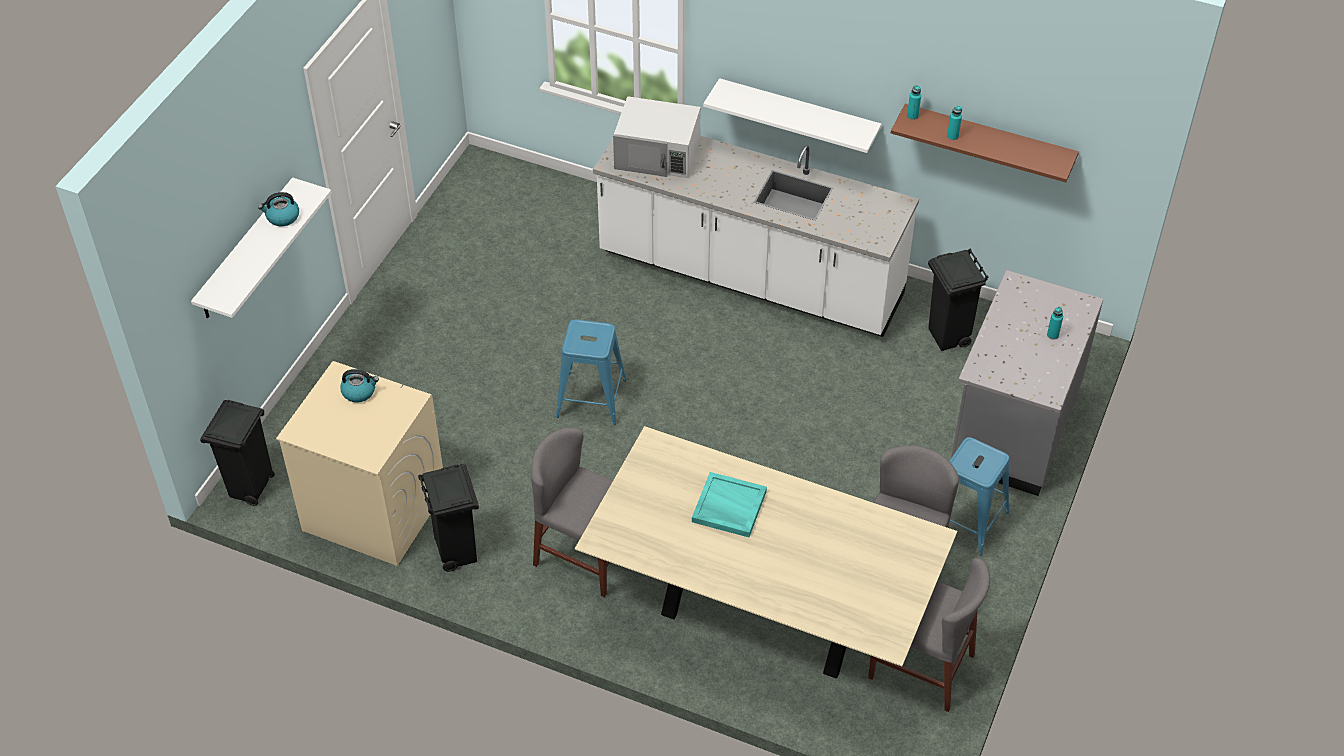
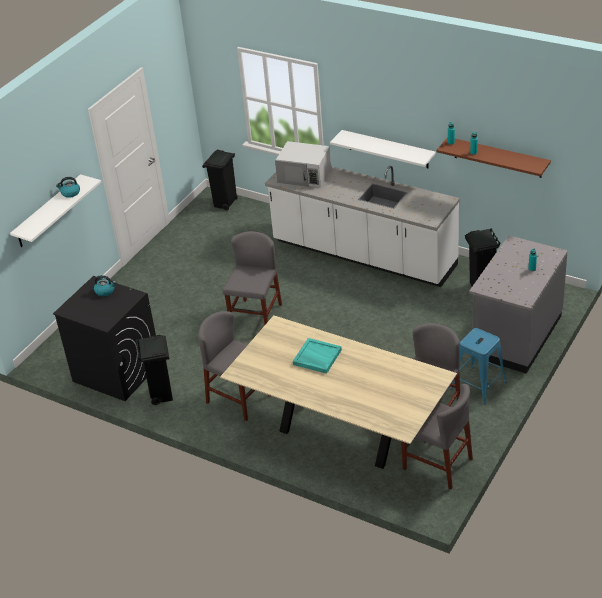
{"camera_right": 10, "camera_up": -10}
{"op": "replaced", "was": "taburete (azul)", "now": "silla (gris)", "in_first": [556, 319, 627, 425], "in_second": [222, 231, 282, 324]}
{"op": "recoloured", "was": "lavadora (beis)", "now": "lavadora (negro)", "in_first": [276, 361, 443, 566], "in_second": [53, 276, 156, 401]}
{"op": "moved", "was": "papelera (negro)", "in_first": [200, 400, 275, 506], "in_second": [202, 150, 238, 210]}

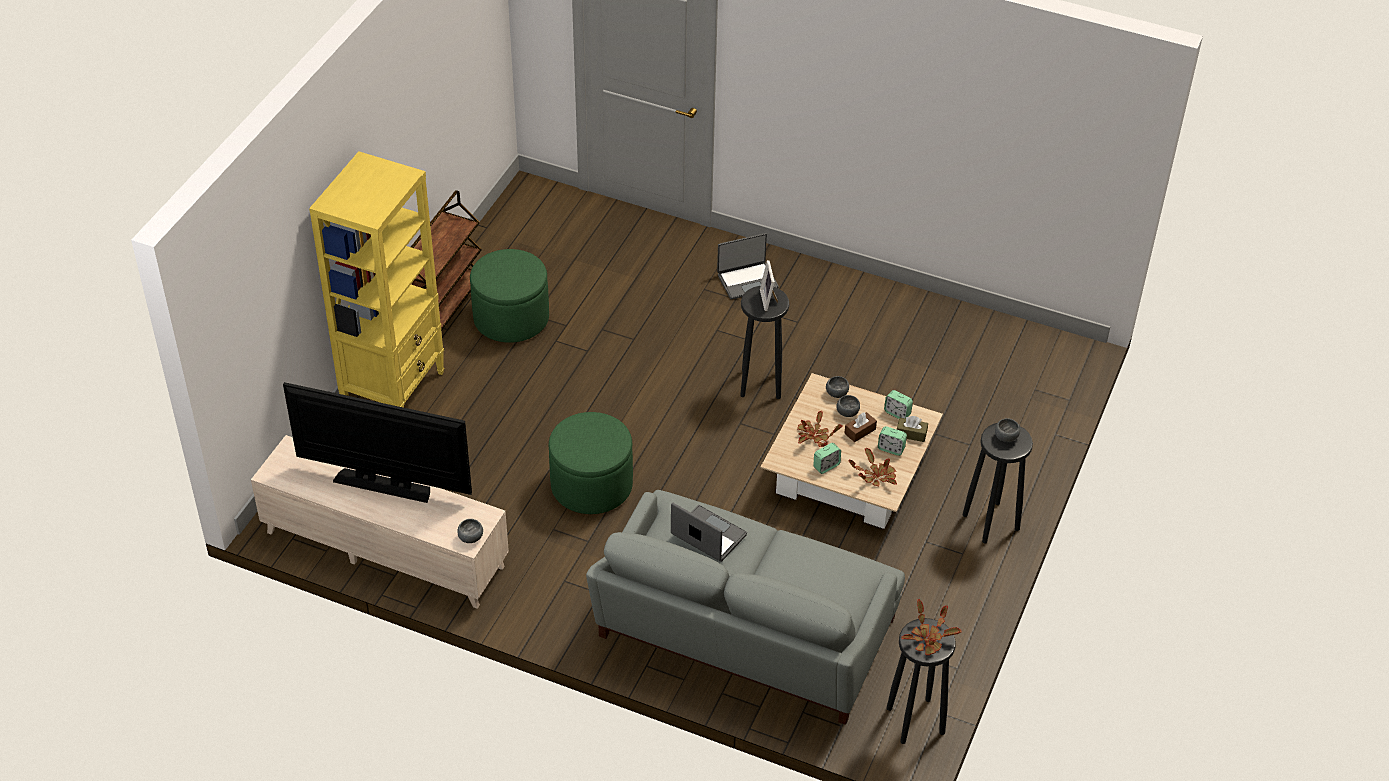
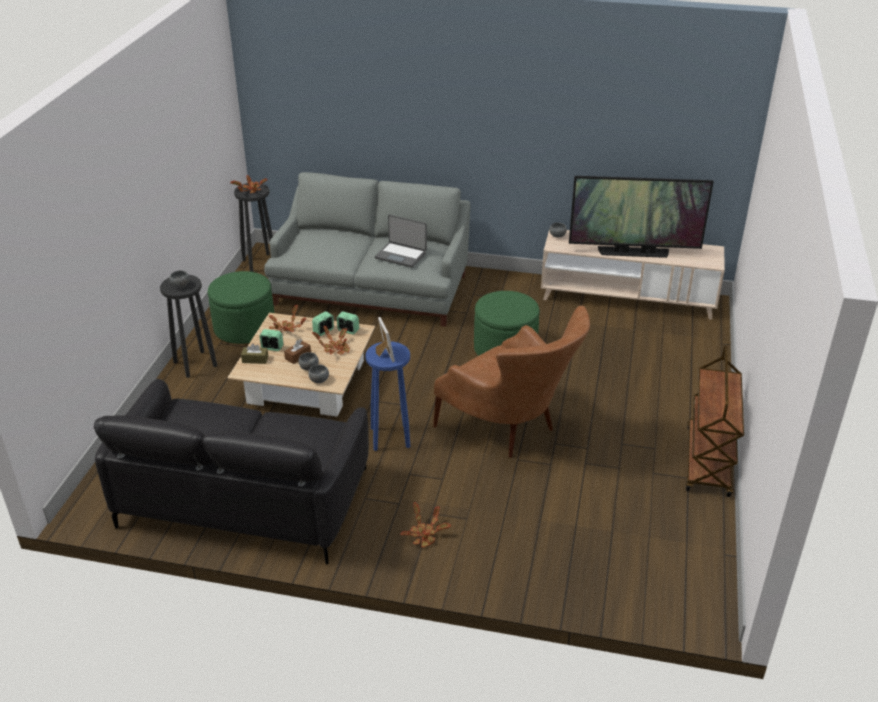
{"camera_right": 170, "camera_up": -10}
{"op": "removed", "was": "estantería (amarillo)", "in_first": [309, 151, 444, 408]}
{"op": "replaced", "was": "portátil", "now": "planta en maceta", "in_first": [717, 233, 779, 299], "in_second": [401, 502, 451, 548]}
{"op": "moved", "was": "puf (verde)", "in_first": [470, 249, 549, 343], "in_second": [208, 271, 274, 344]}
{"op": "recoloured", "was": "taburete (negro)", "now": "taburete (azul)", "in_first": [740, 286, 789, 399], "in_second": [365, 341, 410, 451]}
{"op": "moved", "was": "despertador", "in_first": [884, 390, 913, 419], "in_second": [337, 312, 359, 335]}
{"op": "added", "now": "sillón (marrón)", "in_second": [433, 306, 590, 457]}
{"op": "added", "now": "sofá (negro)", "in_second": [94, 379, 369, 565]}

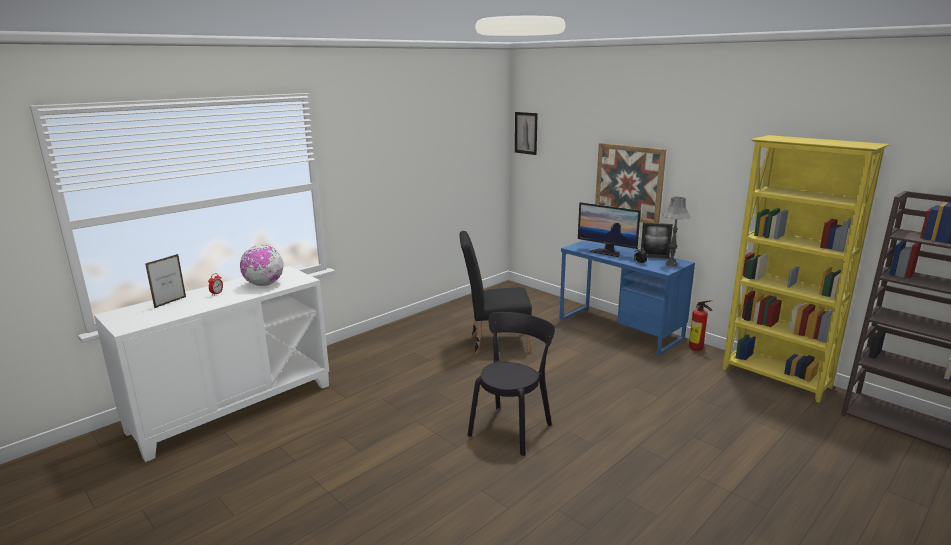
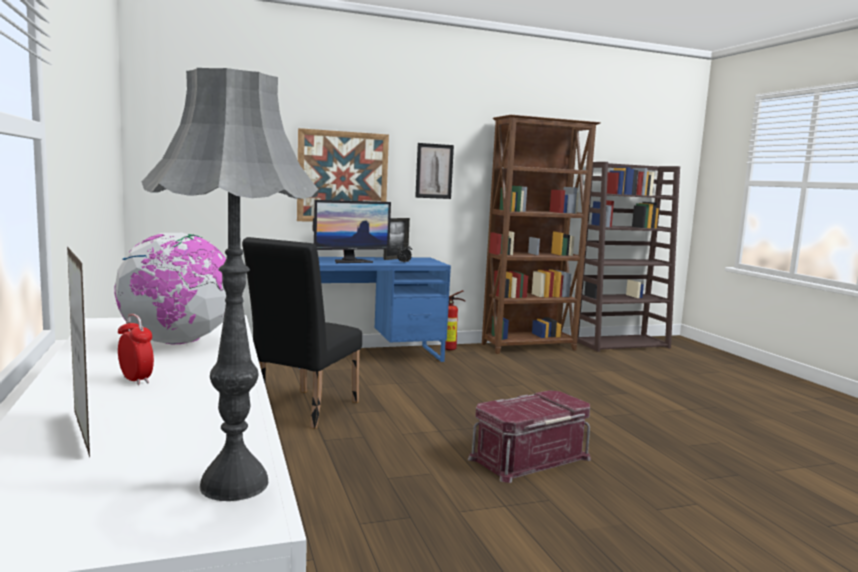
{"camera_right": -65, "camera_up": -10}
{"op": "moved", "was": "cuadro", "in_first": [515, 112, 538, 155], "in_second": [415, 143, 454, 199]}
{"op": "recoloured", "was": "estantería (amarillo)", "now": "estantería (marrón)", "in_first": [722, 135, 890, 403], "in_second": [482, 115, 601, 354]}
{"op": "moved", "was": "lámpara de mesa (gris)", "in_first": [662, 197, 691, 267], "in_second": [141, 68, 319, 501]}
{"op": "replaced", "was": "silla (negro)", "now": "caja de almacenaje (rojo)", "in_first": [467, 312, 555, 456], "in_second": [468, 390, 591, 483]}

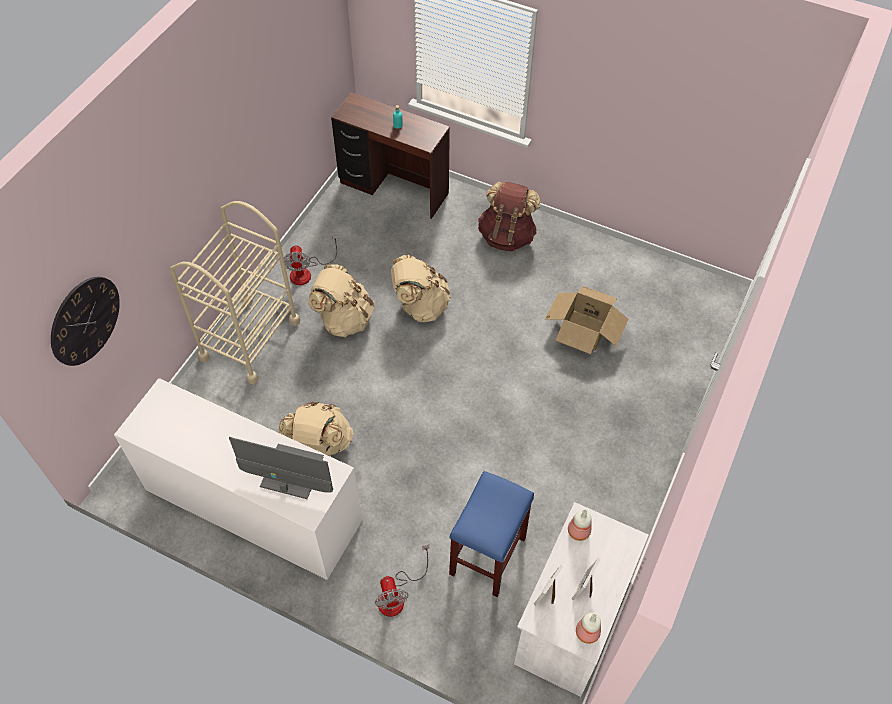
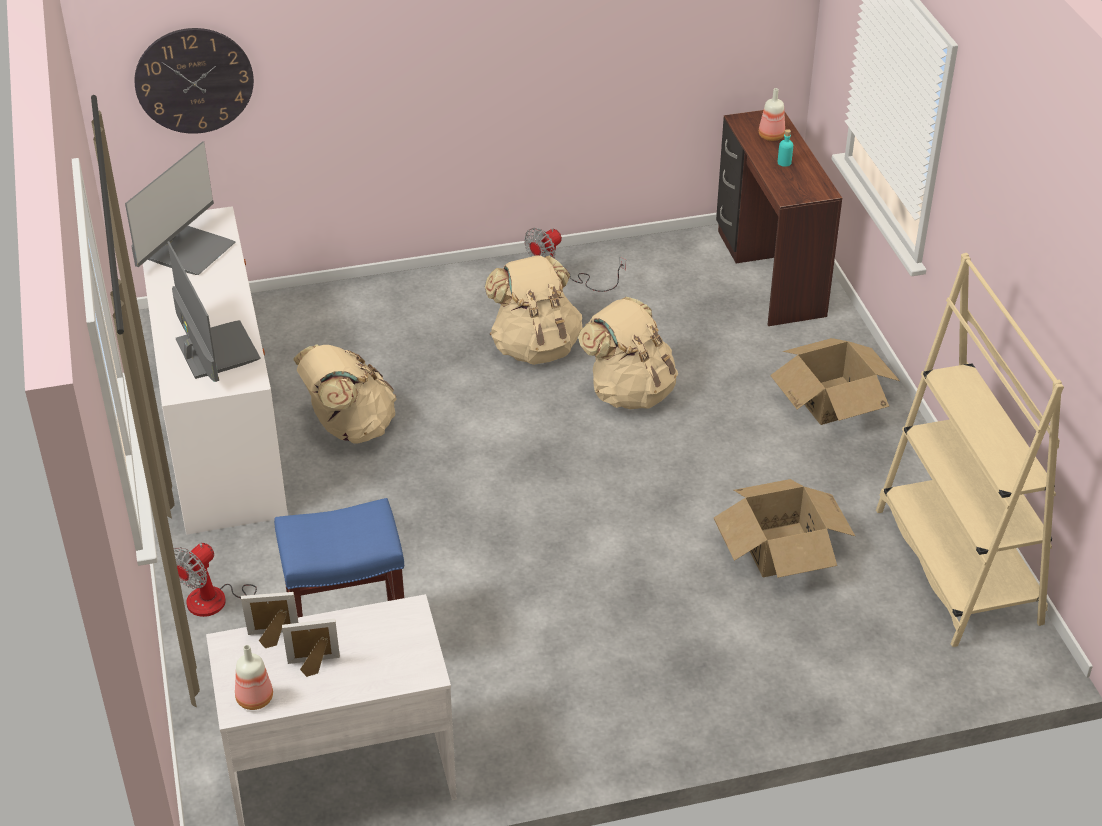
{"camera_right": 50, "camera_up": -15}
{"op": "replaced", "was": "mochila (marrón)", "now": "caja de cartón", "in_first": [478, 182, 540, 252], "in_second": [770, 338, 900, 425]}
{"op": "removed", "was": "carrito (beis)", "in_first": [170, 201, 300, 384]}
{"op": "moved", "was": "botella", "in_first": [568, 509, 592, 541], "in_second": [759, 88, 785, 141]}
{"op": "added", "now": "monitor", "in_second": [125, 141, 236, 275]}
{"op": "added", "now": "estantería (beis)", "in_second": [876, 253, 1064, 647]}

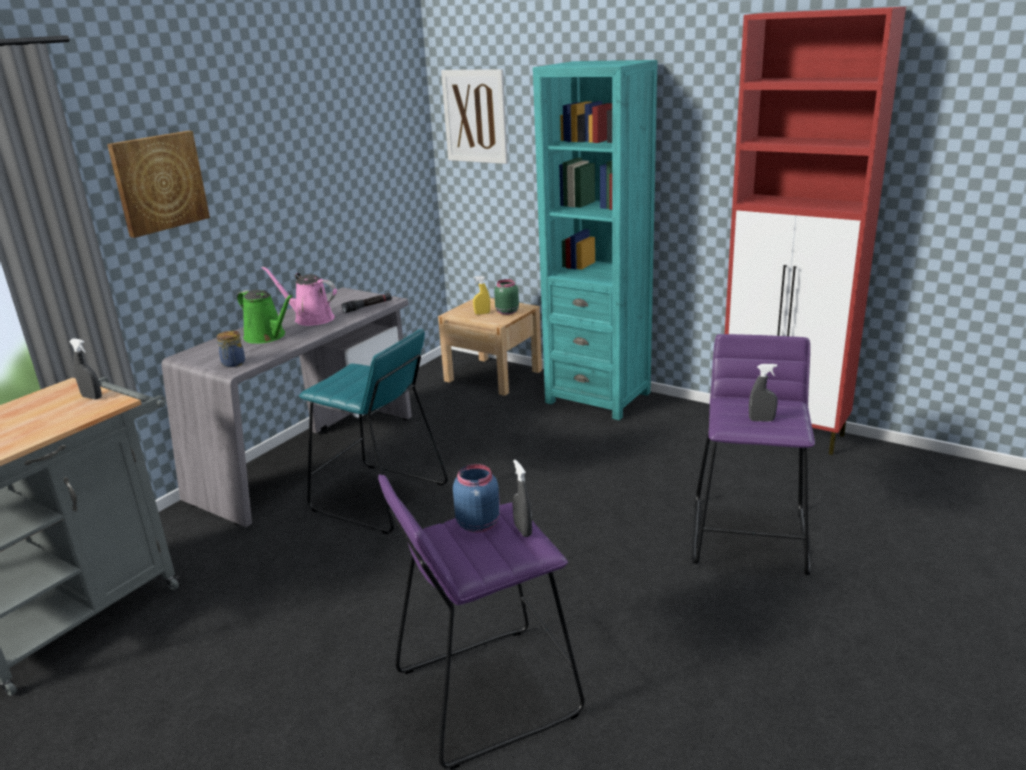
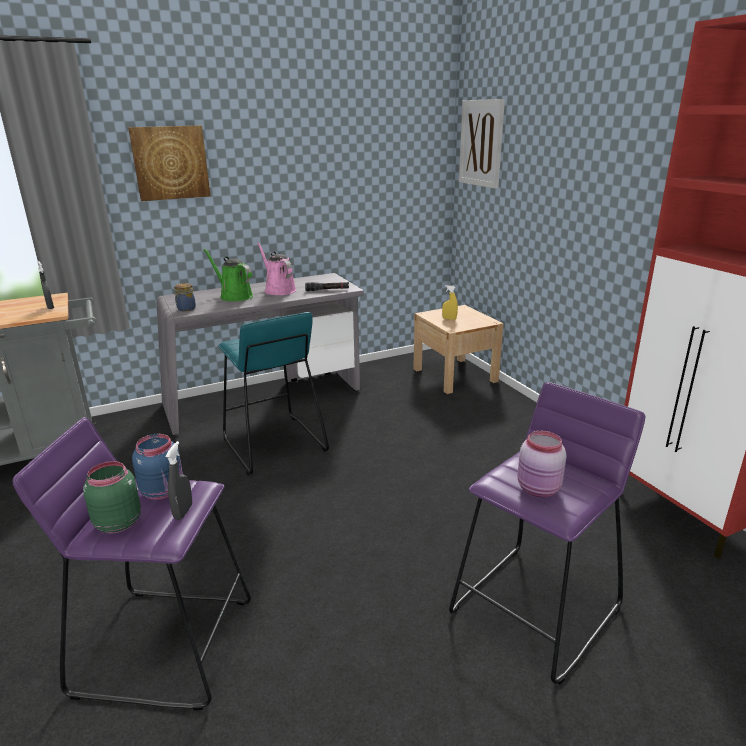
{"camera_right": 30, "camera_up": 0}
{"op": "removed", "was": "estantería (turquesa)", "in_first": [533, 60, 658, 420]}
{"op": "moved", "was": "tarro (verde)", "in_first": [494, 279, 519, 315], "in_second": [83, 461, 141, 533]}
{"op": "turned", "was": "regadera (verde)", "in_first": [237, 290, 293, 344], "in_second": [203, 248, 253, 301], "clockwise": 150}
{"op": "replaced", "was": "pulverizador (gris)", "now": "tarro (rosa)", "in_first": [749, 364, 778, 422], "in_second": [518, 431, 566, 497]}

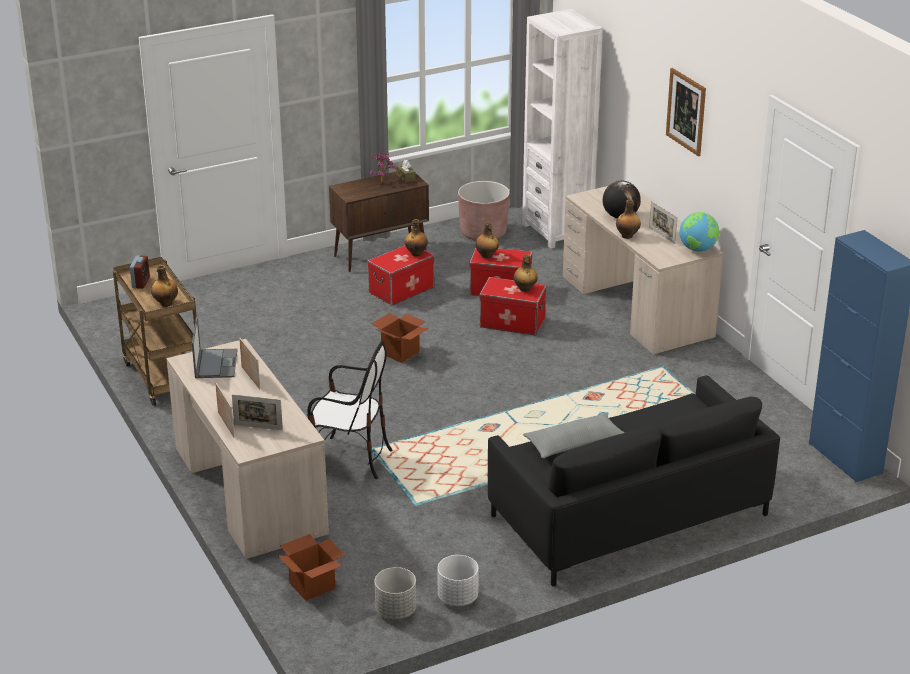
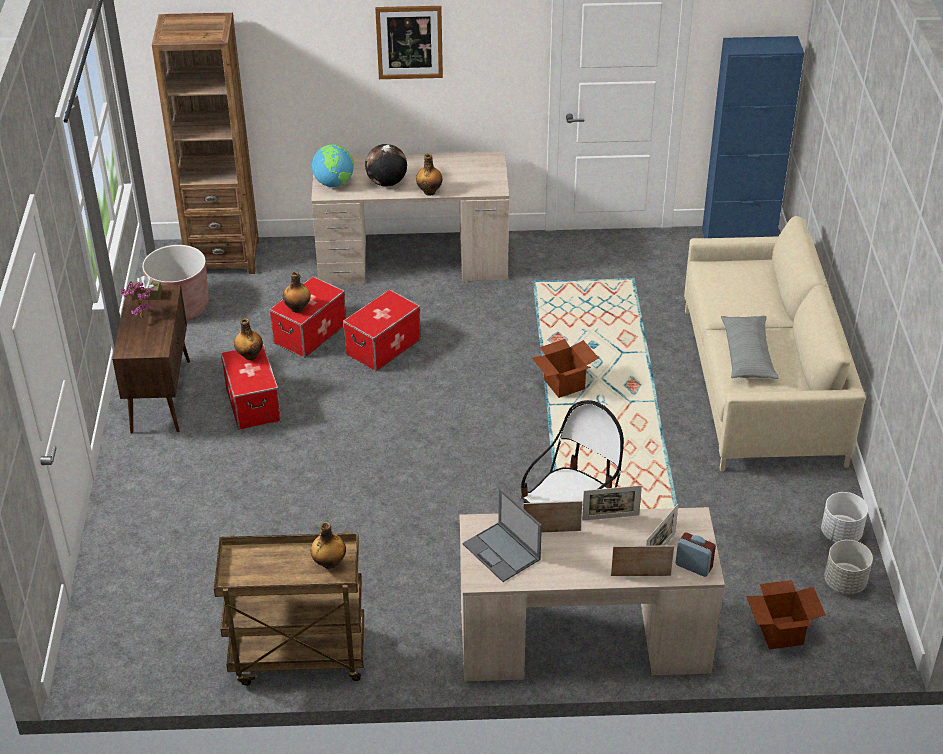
{"camera_right": -65, "camera_up": 10}
{"op": "recoloured", "was": "estantería (blanco)", "now": "estantería (marrón)", "in_first": [522, 9, 603, 249], "in_second": [152, 13, 259, 274]}
{"op": "moved", "was": "portarretratos", "in_first": [649, 201, 677, 244], "in_second": [582, 485, 642, 521]}
{"op": "moved", "was": "globo terráqueo", "in_first": [680, 212, 719, 252], "in_second": [312, 145, 354, 187]}
{"op": "removed", "was": "botella", "in_first": [514, 254, 538, 292]}
{"op": "moved", "was": "despertador", "in_first": [130, 255, 150, 289], "in_second": [676, 532, 716, 577]}
{"op": "moved", "was": "caja de cartón", "in_first": [371, 313, 429, 363], "in_second": [532, 339, 599, 398]}
{"op": "turned", "was": "portátil", "in_first": [192, 317, 238, 378], "in_second": [463, 488, 542, 582], "clockwise": -150}
{"op": "recoloured", "was": "sofá (negro)", "now": "sofá (beis)", "in_first": [488, 375, 780, 586], "in_second": [684, 216, 866, 471]}

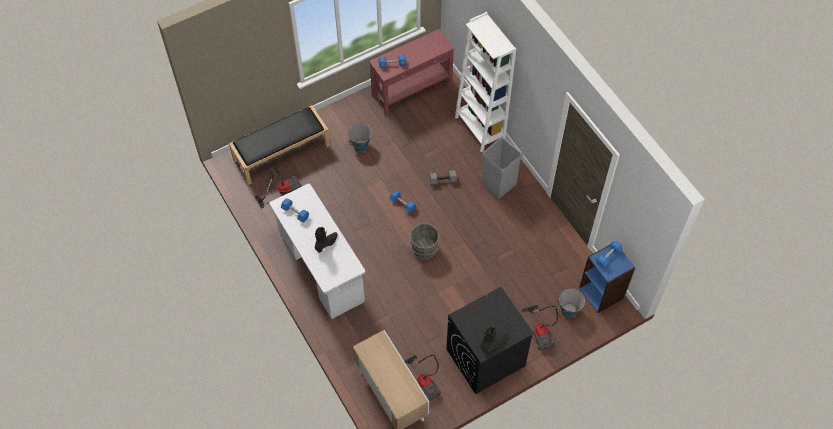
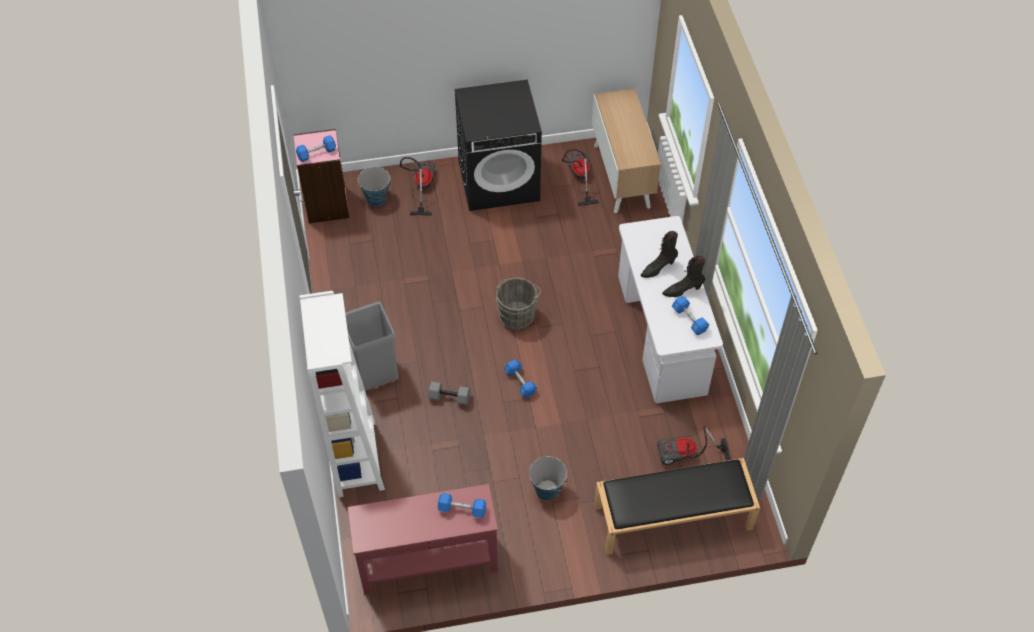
{"camera_right": -160, "camera_up": -5}
{"op": "recoloured", "was": "estantería (azul)", "now": "estantería (rosa)", "in_first": [579, 245, 636, 313], "in_second": [293, 129, 349, 224]}
{"op": "moved", "was": "bota (negro)", "in_first": [480, 327, 508, 351], "in_second": [662, 256, 705, 297]}

